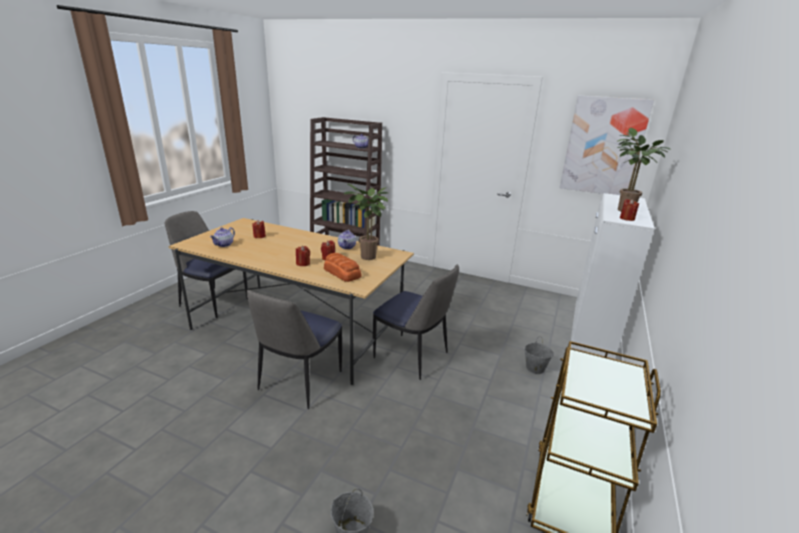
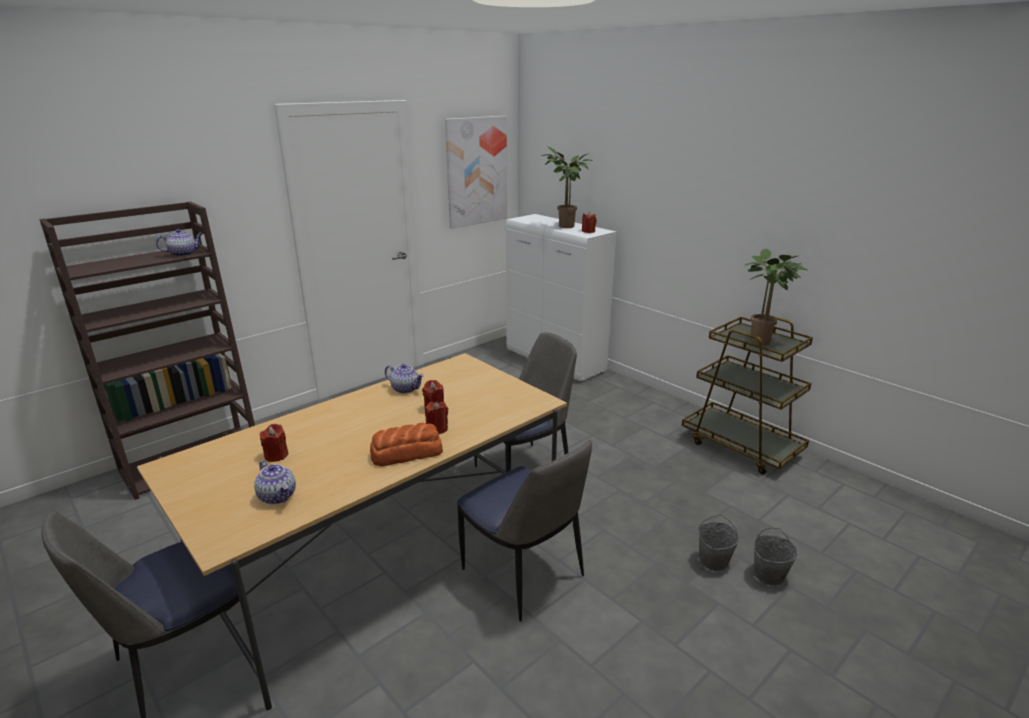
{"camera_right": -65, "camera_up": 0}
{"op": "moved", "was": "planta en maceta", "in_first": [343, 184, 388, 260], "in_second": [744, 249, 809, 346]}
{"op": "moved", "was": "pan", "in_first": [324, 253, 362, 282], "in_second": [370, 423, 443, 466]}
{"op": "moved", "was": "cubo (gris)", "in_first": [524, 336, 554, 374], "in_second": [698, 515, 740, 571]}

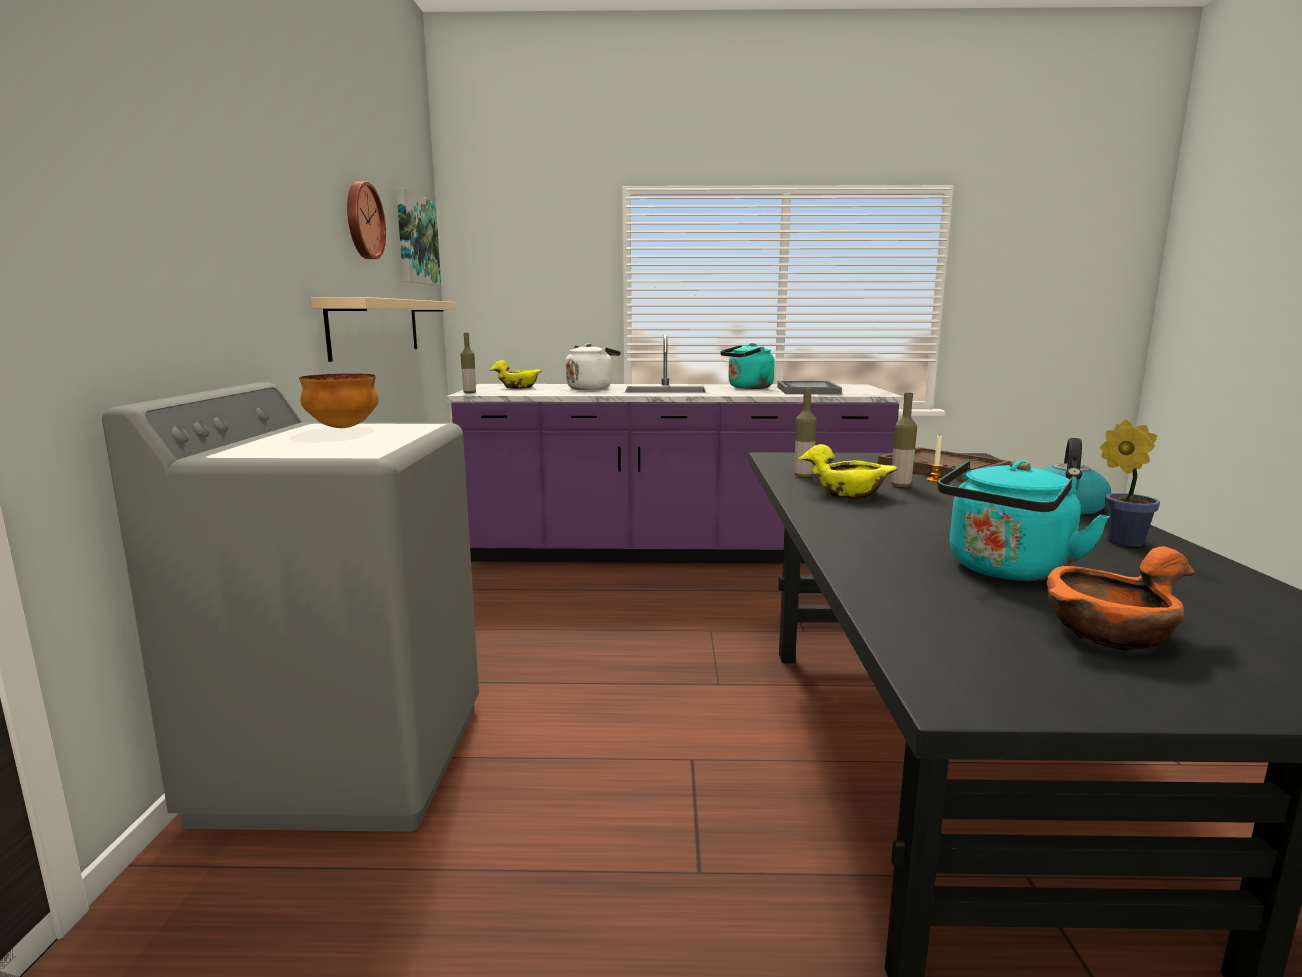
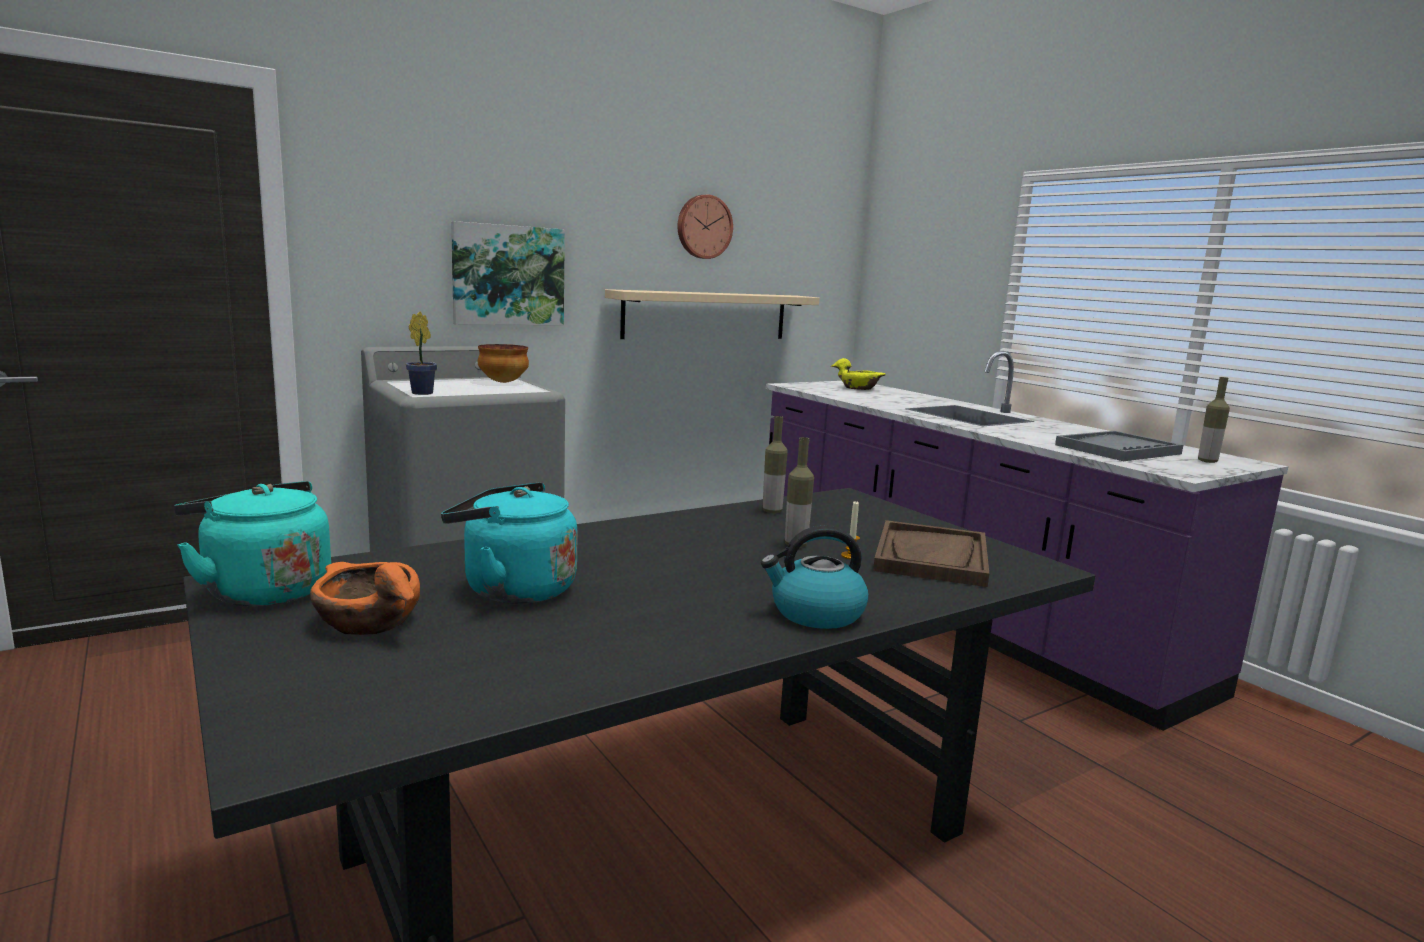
{"camera_right": 55, "camera_up": 0}
{"op": "moved", "was": "cuadro", "in_first": [396, 188, 441, 285], "in_second": [451, 221, 565, 325]}
{"op": "moved", "was": "botella", "in_first": [461, 333, 476, 393], "in_second": [1198, 377, 1230, 463]}
{"op": "removed", "was": "hervidor (blanco)", "in_first": [565, 343, 620, 390]}
{"op": "moved", "was": "hervidor (turquesa)", "in_first": [720, 343, 775, 389], "in_second": [174, 481, 331, 606]}
{"op": "moved", "was": "planta en maceta", "in_first": [1100, 420, 1160, 547], "in_second": [406, 312, 437, 395]}
{"op": "removed", "was": "cuenco (amarillo)", "in_first": [798, 444, 897, 498]}

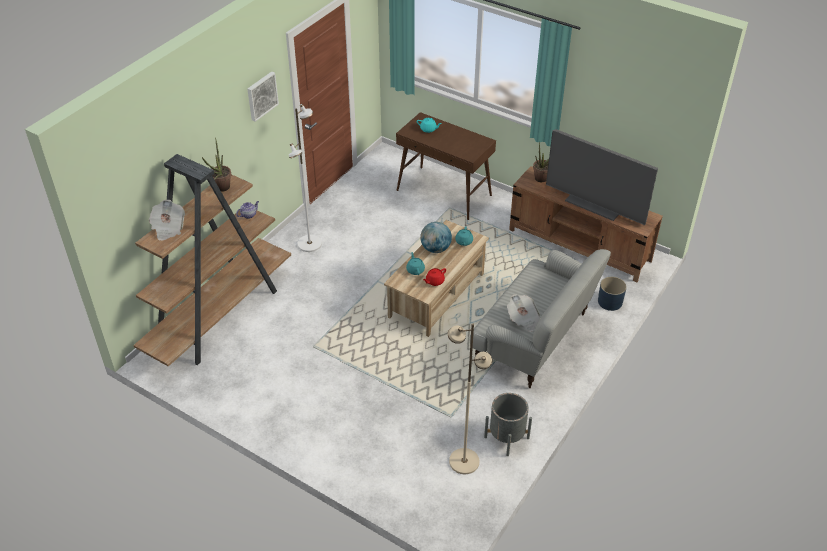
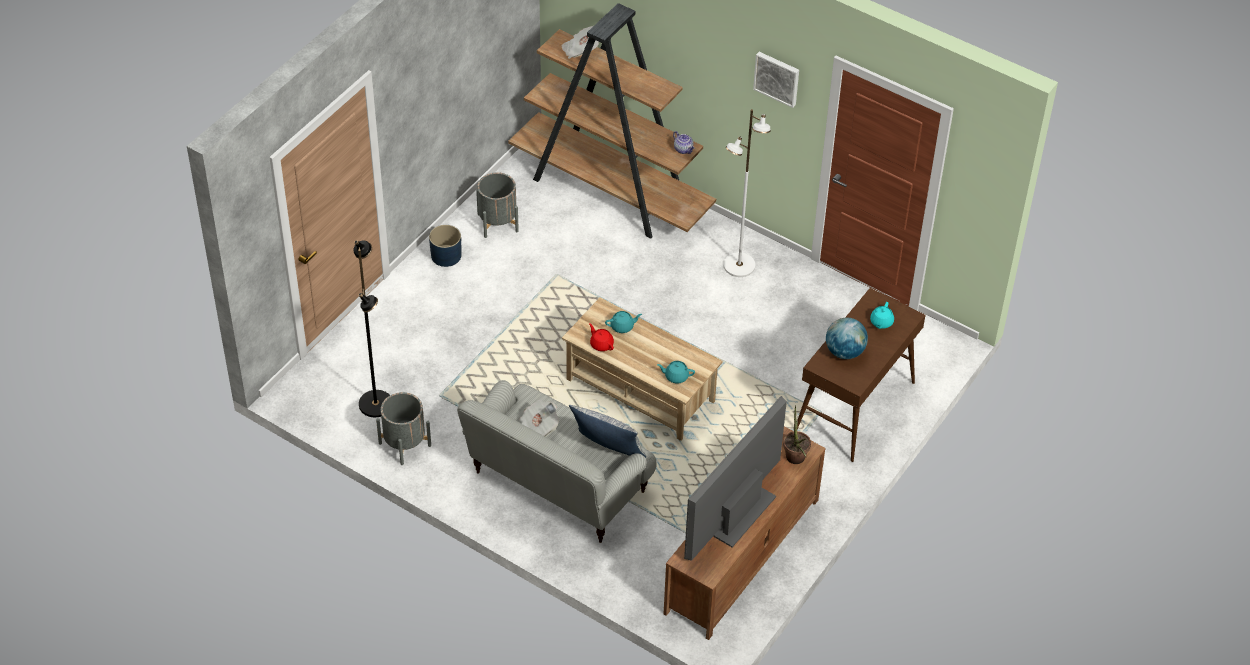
{"camera_right": 90, "camera_up": 5}
{"op": "removed", "was": "planta en maceta", "in_first": [202, 138, 231, 192]}
{"op": "moved", "was": "globo terráqueo", "in_first": [420, 222, 452, 253], "in_second": [826, 317, 868, 359]}
{"op": "moved", "was": "maceta (azul)", "in_first": [598, 277, 627, 311], "in_second": [429, 225, 461, 267]}
{"op": "recoloured", "was": "lámpara de pie (beis)", "now": "lámpara de pie (negro)", "in_first": [448, 324, 492, 474], "in_second": [353, 240, 390, 417]}
{"op": "added", "now": "maceta (gris)", "in_second": [476, 172, 519, 238]}
{"op": "added", "now": "cojín", "in_second": [569, 405, 647, 458]}

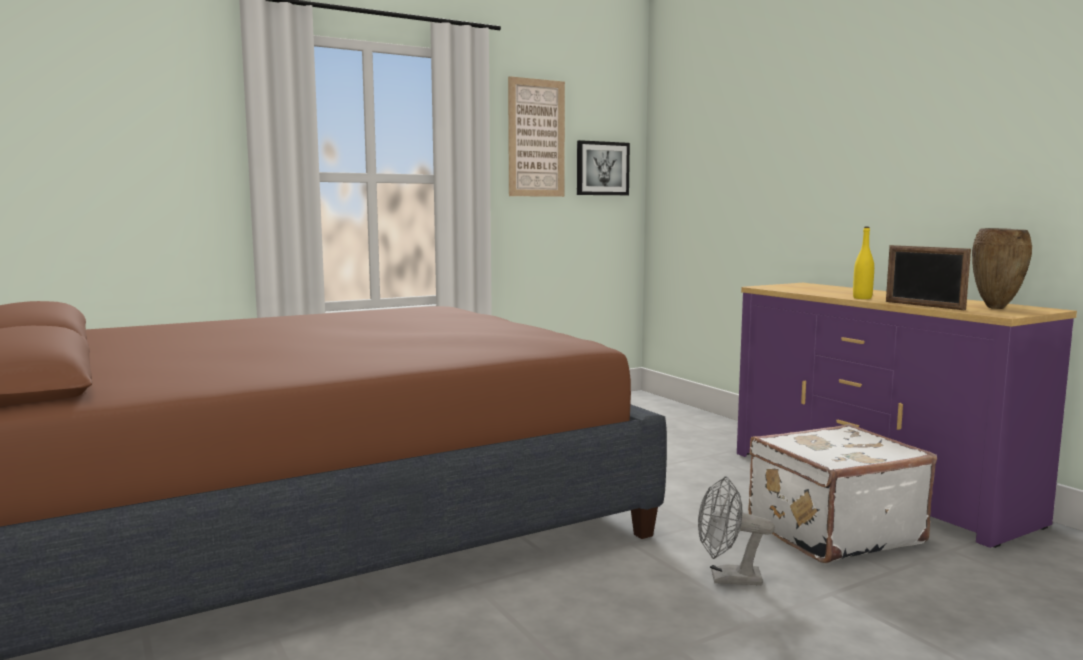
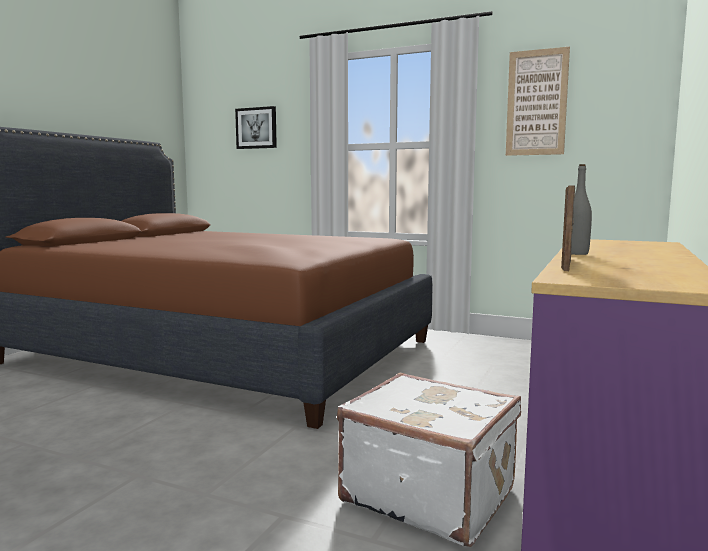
{"camera_right": 55, "camera_up": 0}
{"op": "moved", "was": "cuadro", "in_first": [577, 140, 630, 195], "in_second": [235, 106, 277, 149]}
{"op": "recoloured", "was": "botella (amarillo)", "now": "botella (gris)", "in_first": [853, 227, 874, 299], "in_second": [571, 164, 592, 255]}
{"op": "removed", "was": "florero (marrón)", "in_first": [972, 228, 1032, 309]}
{"op": "removed", "was": "ventilador (gris)", "in_first": [698, 476, 775, 585]}

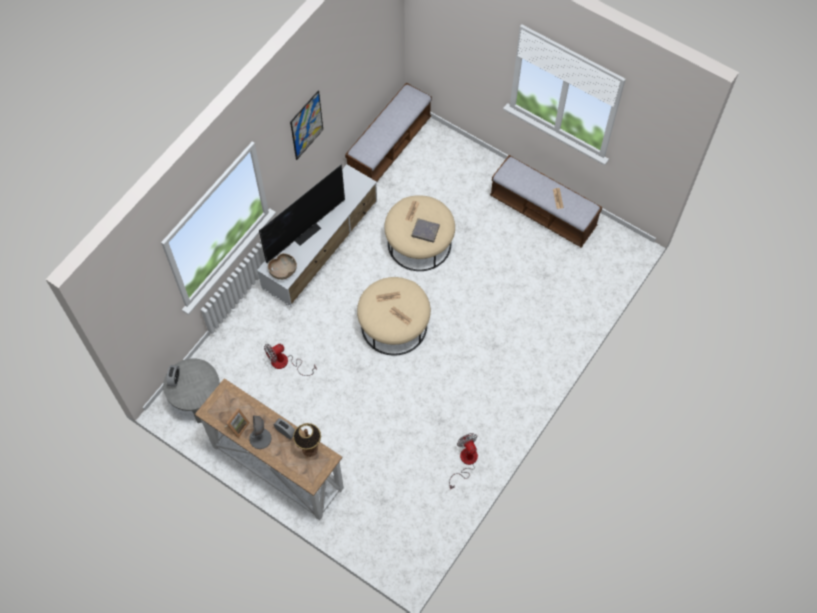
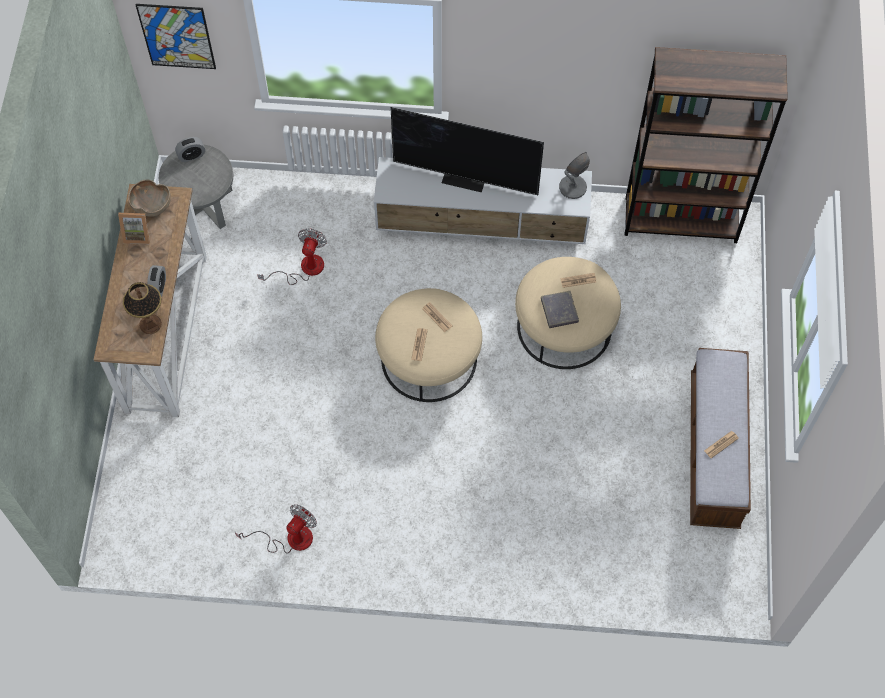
{"camera_right": 60, "camera_up": 0}
{"op": "replaced", "was": "banco", "now": "estantería (marrón)", "in_first": [345, 83, 432, 182], "in_second": [625, 47, 788, 243]}
{"op": "moved", "was": "cuadro", "in_first": [290, 91, 323, 160], "in_second": [136, 4, 216, 69]}
{"op": "moved", "was": "cuenco (marrón)", "in_first": [268, 253, 297, 280], "in_second": [128, 180, 171, 217]}
{"op": "turned", "was": "ventilador", "in_first": [264, 344, 317, 376], "in_second": [257, 228, 327, 285], "clockwise": 75}
{"op": "moved", "was": "lámpara de mesa (gris)", "in_first": [249, 415, 272, 449], "in_second": [559, 152, 590, 199]}

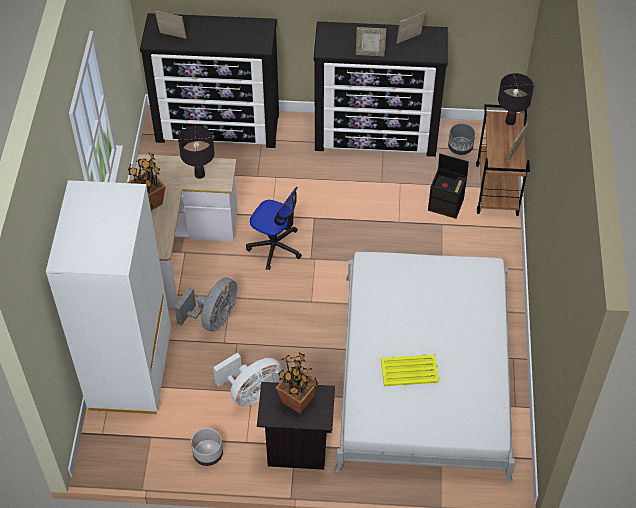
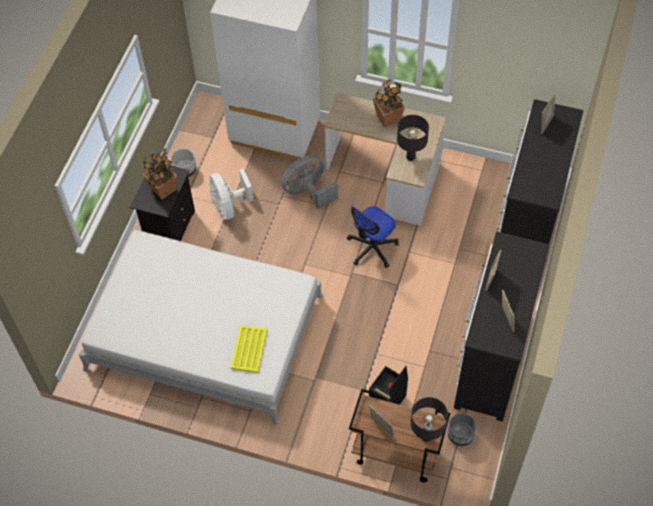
{"camera_right": 105, "camera_up": 5}
{"op": "turned", "was": "ventilador (gris)", "in_first": [174, 277, 237, 331], "in_second": [281, 155, 338, 210], "clockwise": 105}
{"op": "moved", "was": "bandeja (amarillo)", "in_first": [381, 354, 439, 386], "in_second": [231, 325, 267, 373]}

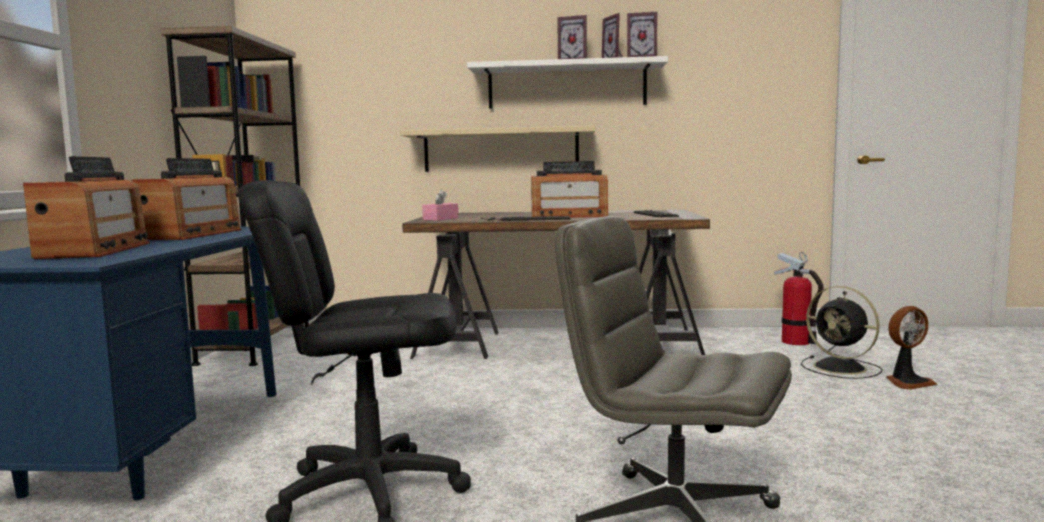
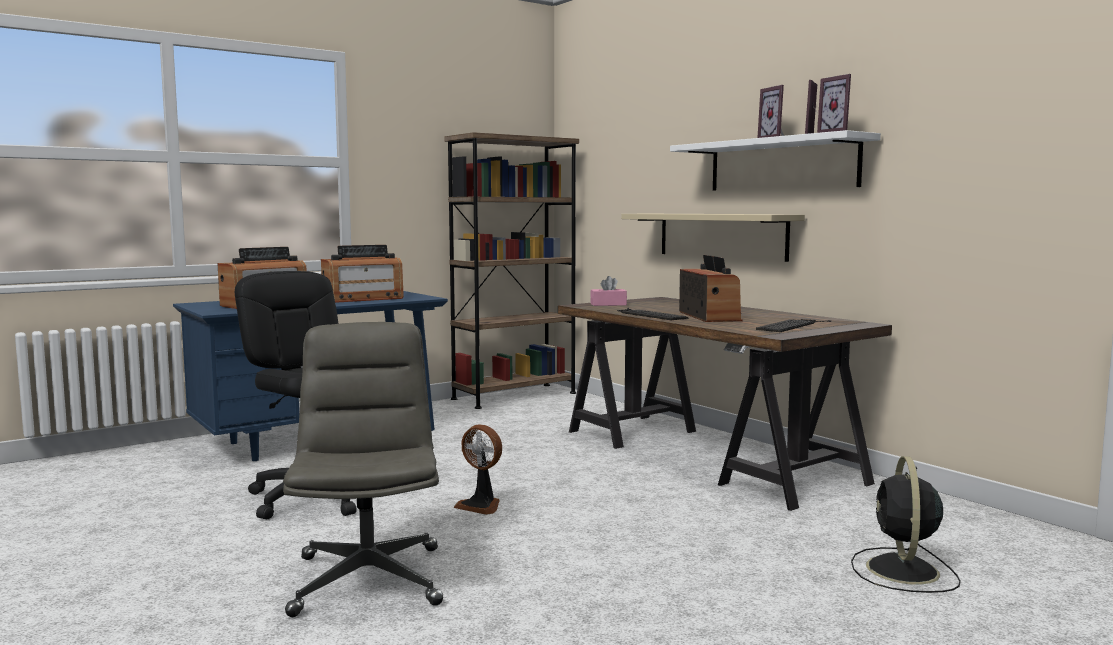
{"camera_right": 50, "camera_up": 0}
{"op": "turned", "was": "radio", "in_first": [531, 161, 608, 218], "in_second": [679, 255, 743, 322], "clockwise": -150}
{"op": "removed", "was": "extintor", "in_first": [774, 252, 824, 345]}
{"op": "moved", "was": "ventilador", "in_first": [886, 306, 937, 390], "in_second": [454, 424, 502, 515]}

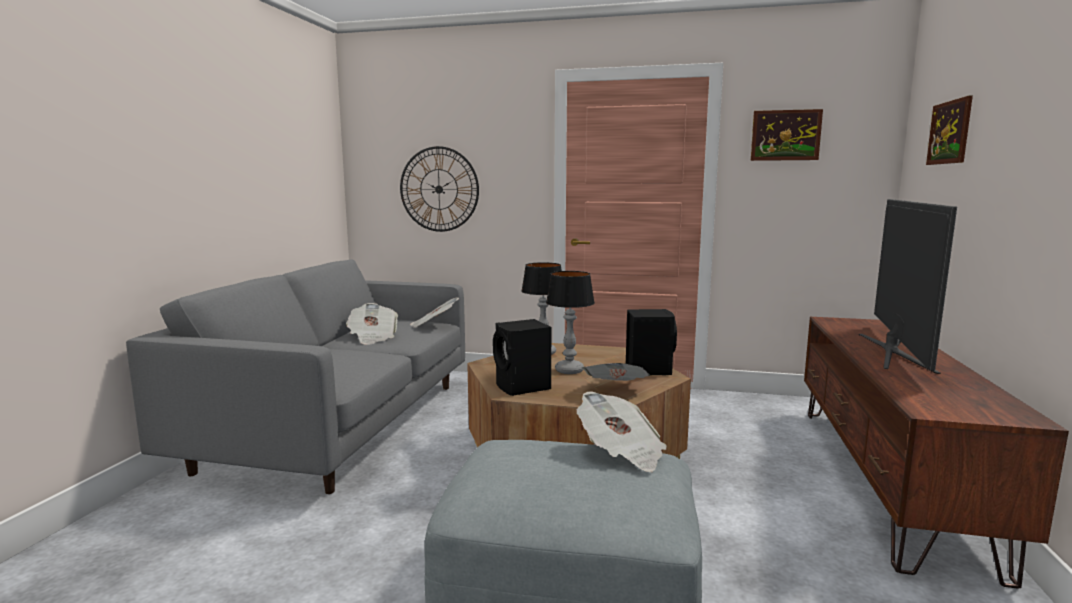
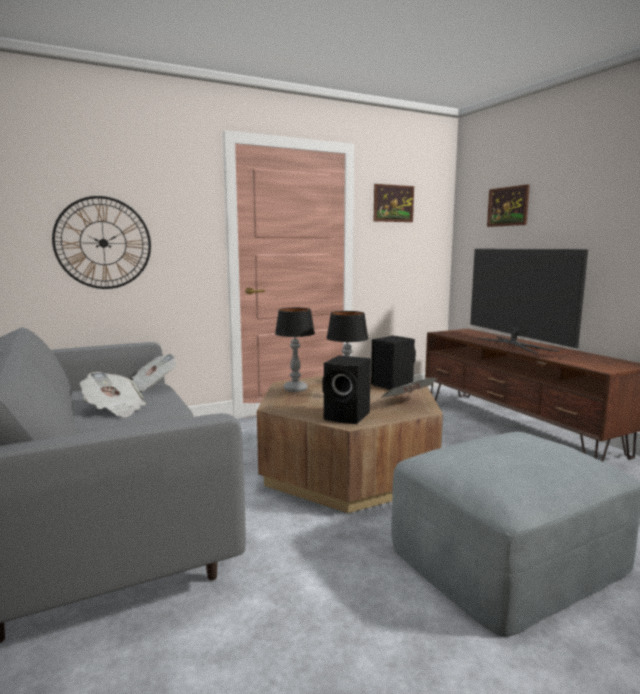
{"camera_right": -40, "camera_up": 0}
{"op": "removed", "was": "periódico", "in_first": [577, 391, 667, 472]}

